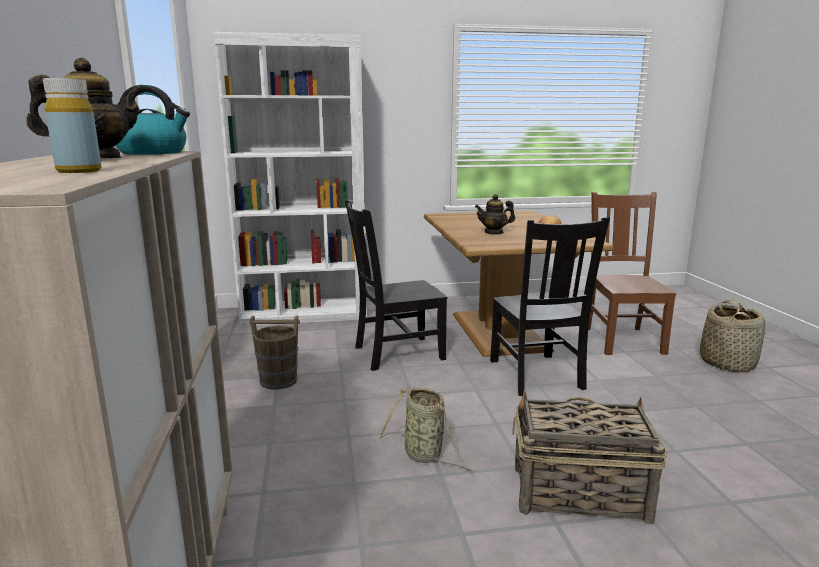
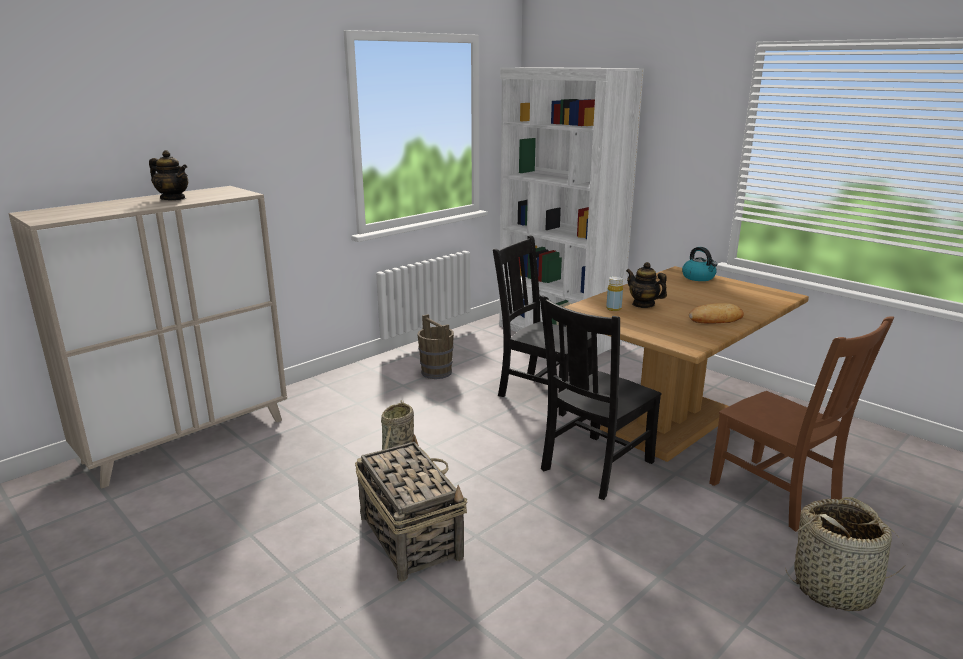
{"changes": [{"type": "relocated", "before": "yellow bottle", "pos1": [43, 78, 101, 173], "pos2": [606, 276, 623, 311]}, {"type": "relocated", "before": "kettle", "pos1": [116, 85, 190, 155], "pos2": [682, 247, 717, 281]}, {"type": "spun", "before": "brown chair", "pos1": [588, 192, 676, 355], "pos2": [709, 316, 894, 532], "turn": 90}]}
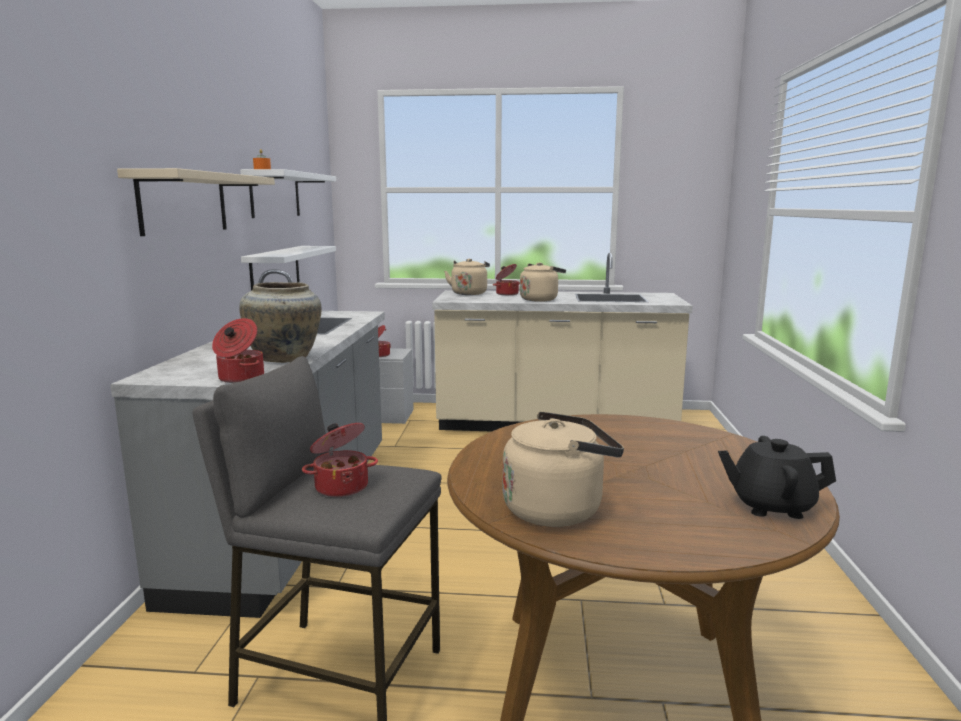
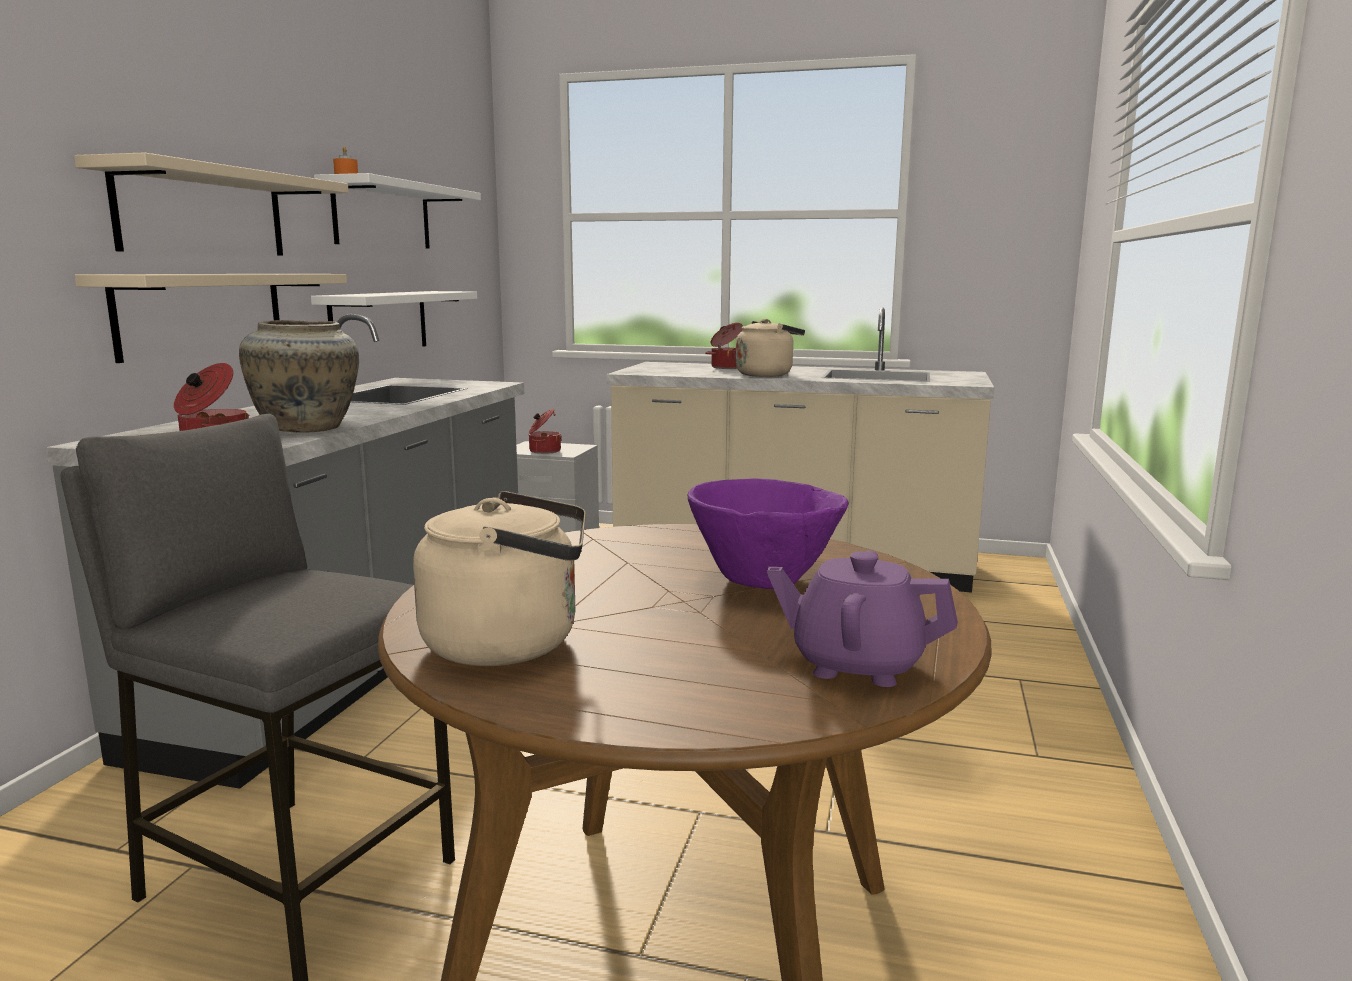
{"changes": [{"type": "appeared", "after": "beige shelf", "pos2": [75, 274, 347, 363]}, {"type": "appeared", "after": "purple bowl", "pos2": [688, 478, 849, 589]}, {"type": "colour", "before": "black teapot", "after": "purple teapot", "pos1": [718, 436, 836, 519], "pos2": [767, 551, 958, 687]}, {"type": "missing", "before": "cooking pot", "pos1": [302, 423, 378, 497]}, {"type": "missing", "before": "beige kettle", "pos1": [444, 259, 490, 295]}]}
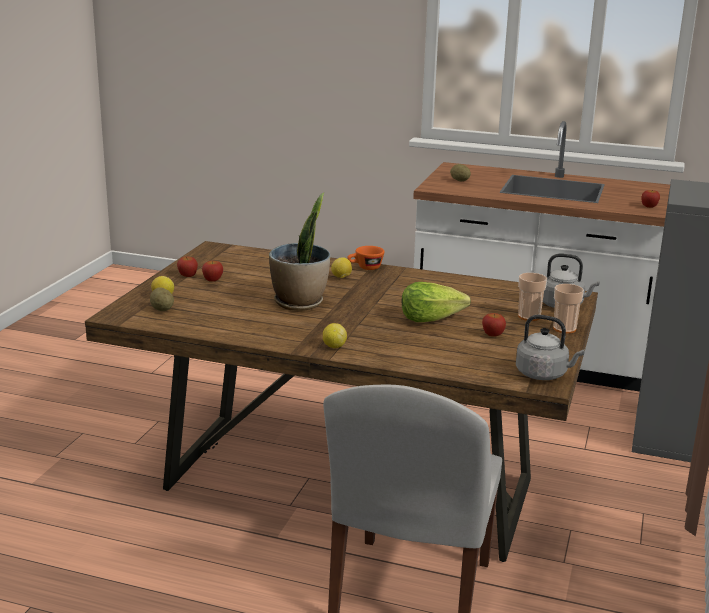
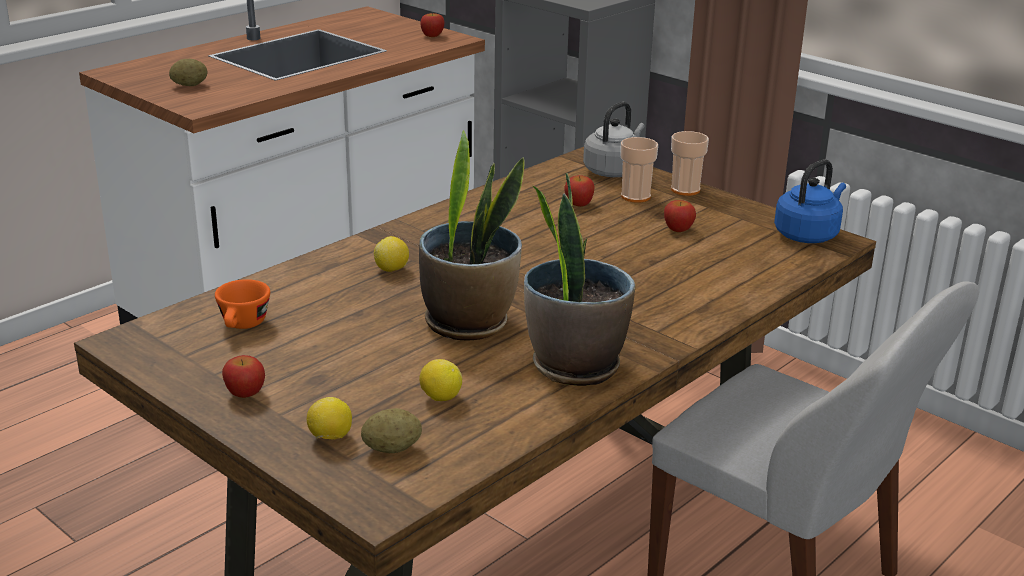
{"changes": [{"type": "relocated", "before": "orange cup", "pos1": [347, 246, 385, 270], "pos2": [215, 279, 270, 329]}, {"type": "relocated", "before": "lemon", "pos1": [323, 323, 347, 348], "pos2": [419, 359, 462, 401]}, {"type": "appeared", "after": "potted plant", "pos2": [524, 173, 635, 386]}, {"type": "relocated", "before": "apple", "pos1": [202, 261, 223, 282], "pos2": [564, 175, 595, 207]}, {"type": "colour", "before": "grey kettle", "after": "blue kettle", "pos1": [516, 315, 585, 380], "pos2": [774, 159, 846, 243]}, {"type": "missing", "before": "lettuce", "pos1": [402, 282, 471, 322]}]}
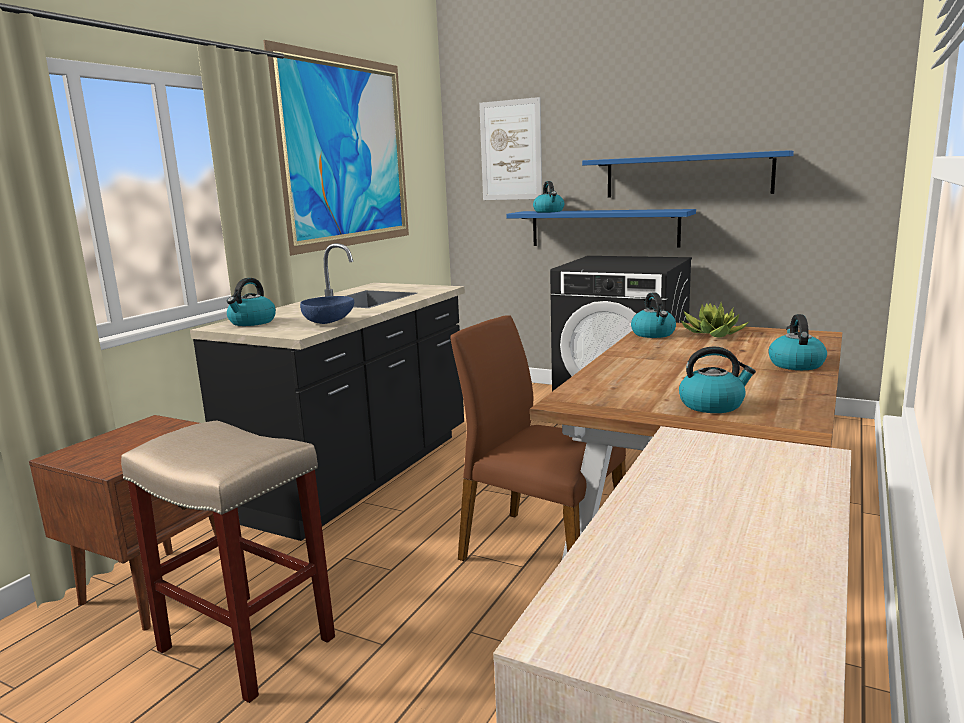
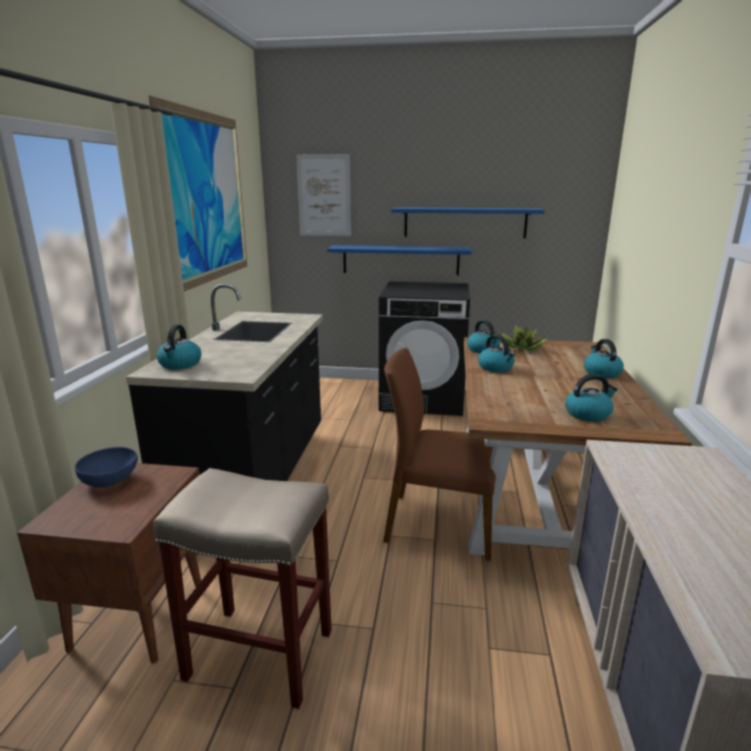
{"changes": [{"type": "relocated", "before": "blue bowl", "pos1": [300, 296, 354, 324], "pos2": [75, 447, 138, 488]}, {"type": "relocated", "before": "kettle", "pos1": [533, 181, 564, 213], "pos2": [478, 335, 515, 372]}]}
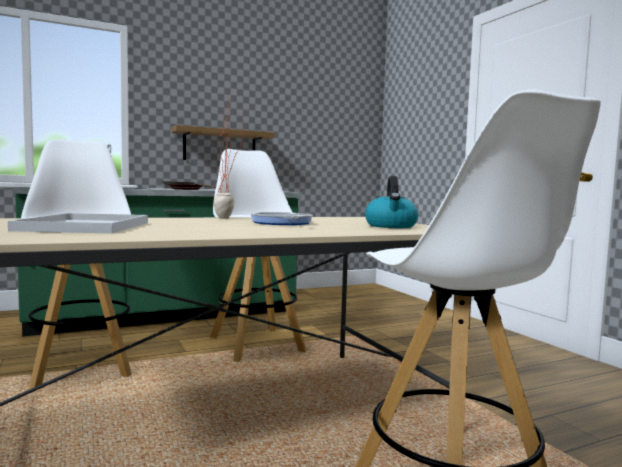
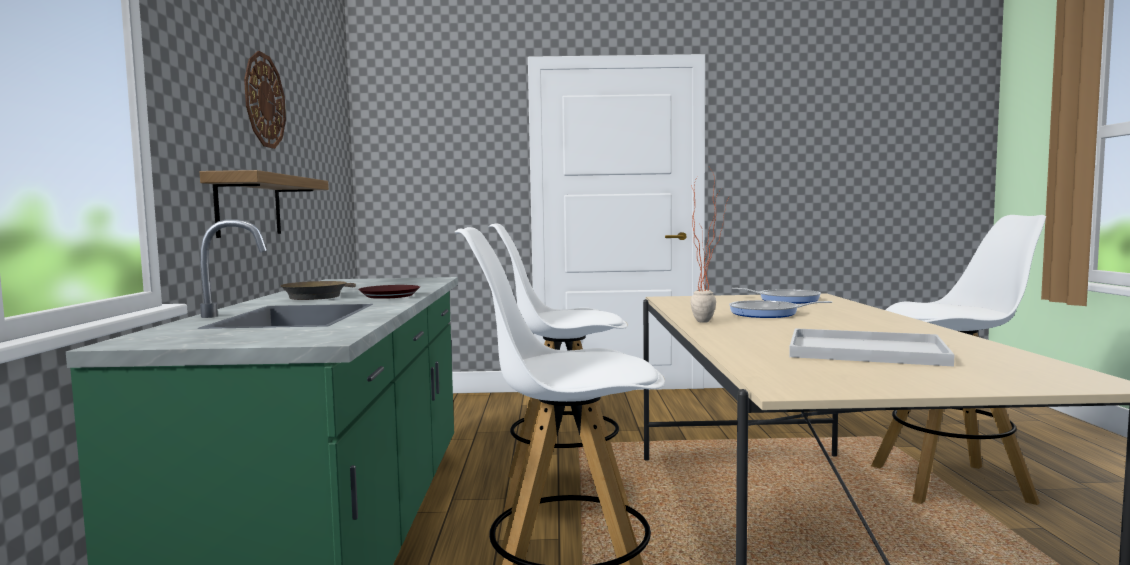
{"changes": [{"type": "appeared", "after": "wall clock", "pos2": [244, 51, 286, 149]}, {"type": "exchanged", "before": "kettle", "after": "frying pan", "pos1": [365, 176, 418, 228], "pos2": [732, 288, 821, 304]}]}
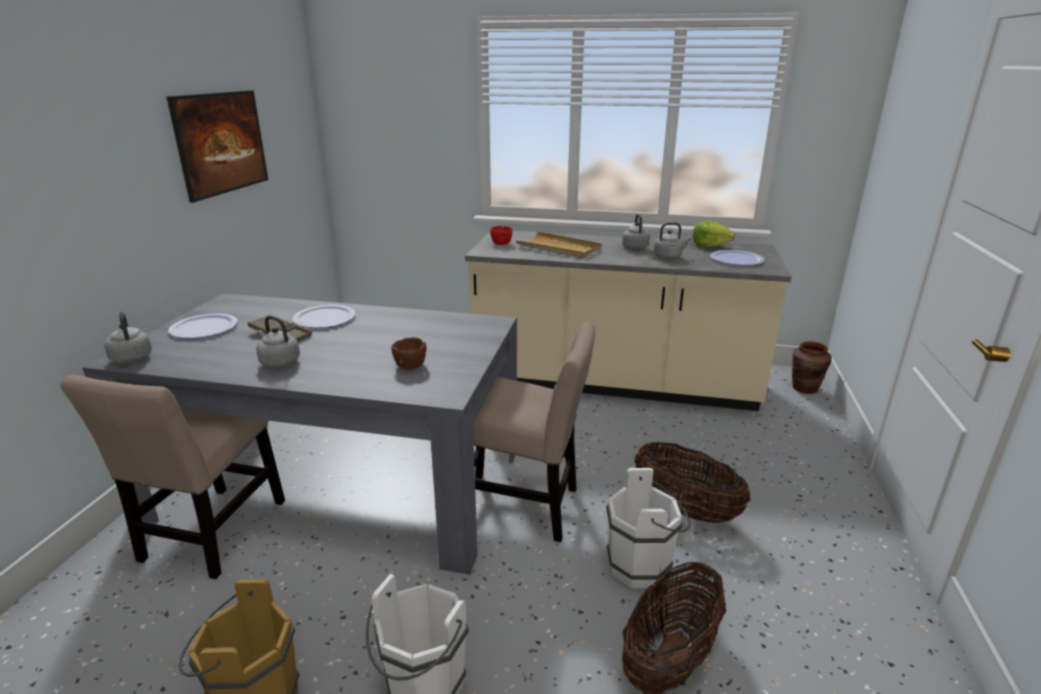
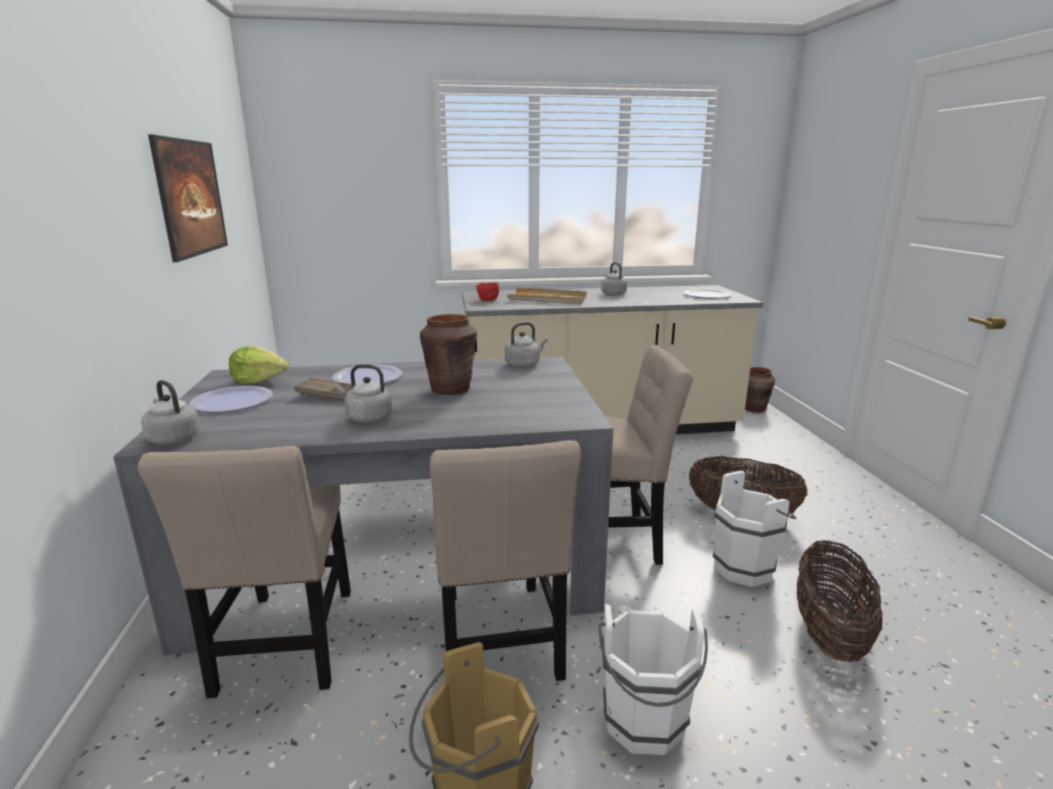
{"changes": [{"type": "relocated", "before": "lettuce", "pos1": [693, 221, 735, 247], "pos2": [229, 346, 289, 384]}, {"type": "appeared", "after": "brown vase", "pos2": [420, 314, 477, 395]}, {"type": "appeared", "after": "beige chair", "pos2": [430, 440, 581, 681]}, {"type": "relocated", "before": "grey kettle", "pos1": [653, 222, 691, 259], "pos2": [505, 322, 547, 367]}, {"type": "missing", "before": "brown bowl", "pos1": [391, 337, 427, 369]}]}
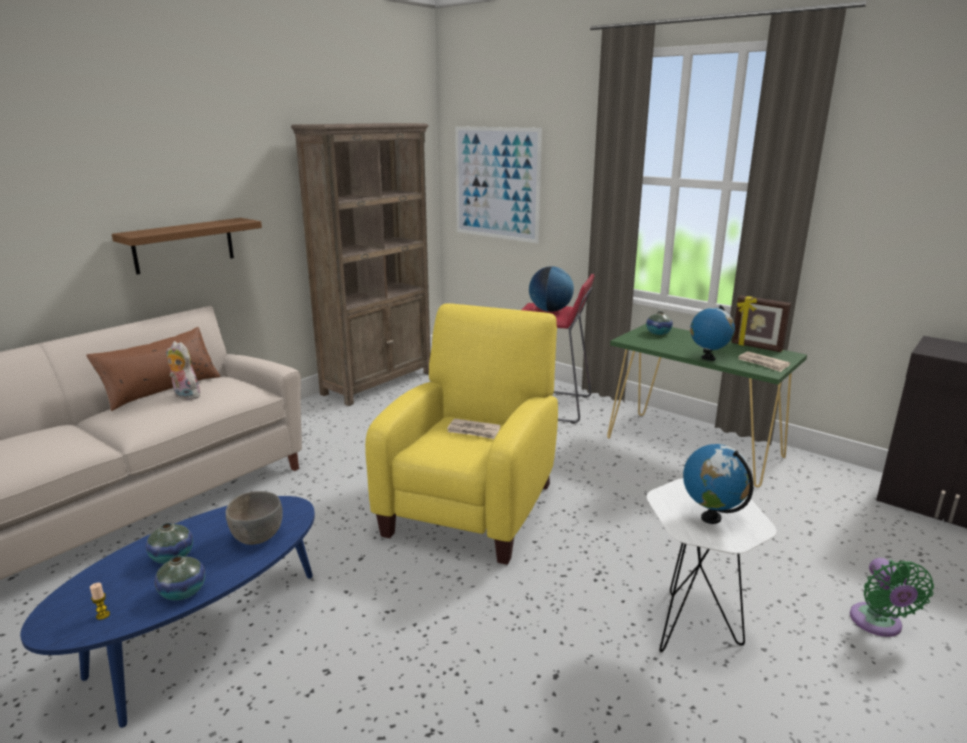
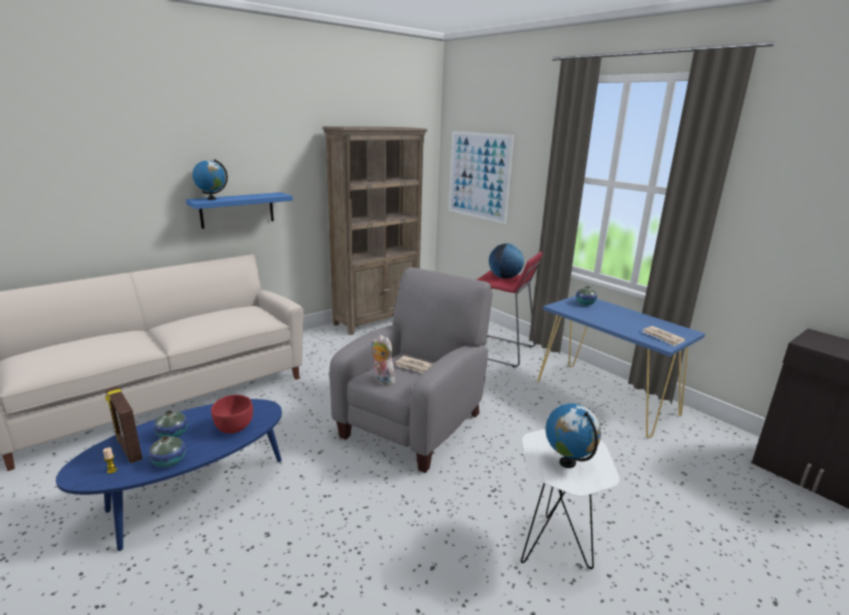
{"changes": [{"type": "relocated", "before": "picture frame", "pos1": [732, 295, 791, 352], "pos2": [105, 386, 143, 463]}, {"type": "colour", "before": "brown shelf", "after": "blue shelf", "pos1": [112, 218, 262, 274], "pos2": [186, 192, 293, 229]}, {"type": "relocated", "before": "globe", "pos1": [690, 305, 735, 361], "pos2": [192, 159, 228, 200]}, {"type": "colour", "before": "grey bowl", "after": "red bowl", "pos1": [226, 491, 283, 545], "pos2": [211, 395, 253, 434]}, {"type": "colour", "before": "yellow armchair", "after": "grey armchair", "pos1": [365, 303, 558, 565], "pos2": [329, 267, 493, 473]}, {"type": "relocated", "before": "plush toy", "pos1": [167, 341, 201, 400], "pos2": [372, 335, 395, 385]}, {"type": "colour", "before": "green console table", "after": "blue console table", "pos1": [607, 324, 807, 487], "pos2": [537, 296, 705, 438]}, {"type": "missing", "before": "brown pillow", "pos1": [86, 327, 221, 411]}, {"type": "missing", "before": "green fan", "pos1": [850, 558, 934, 637]}]}
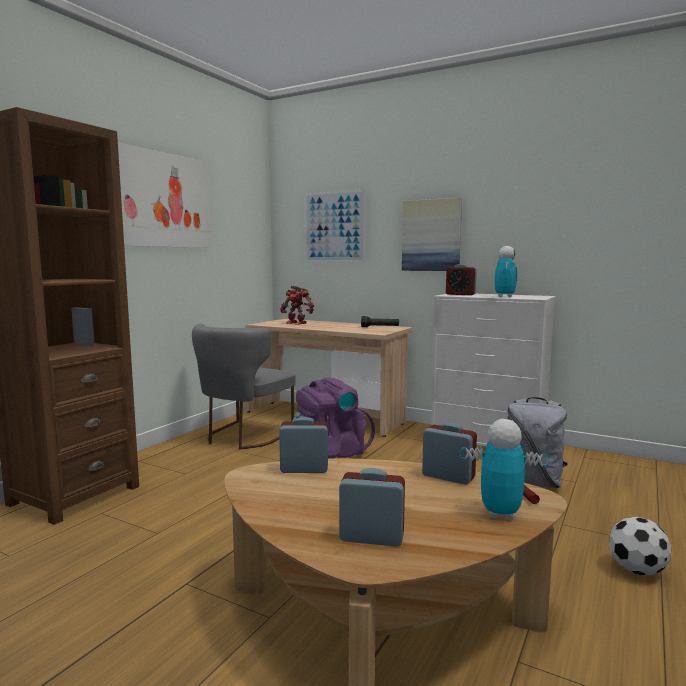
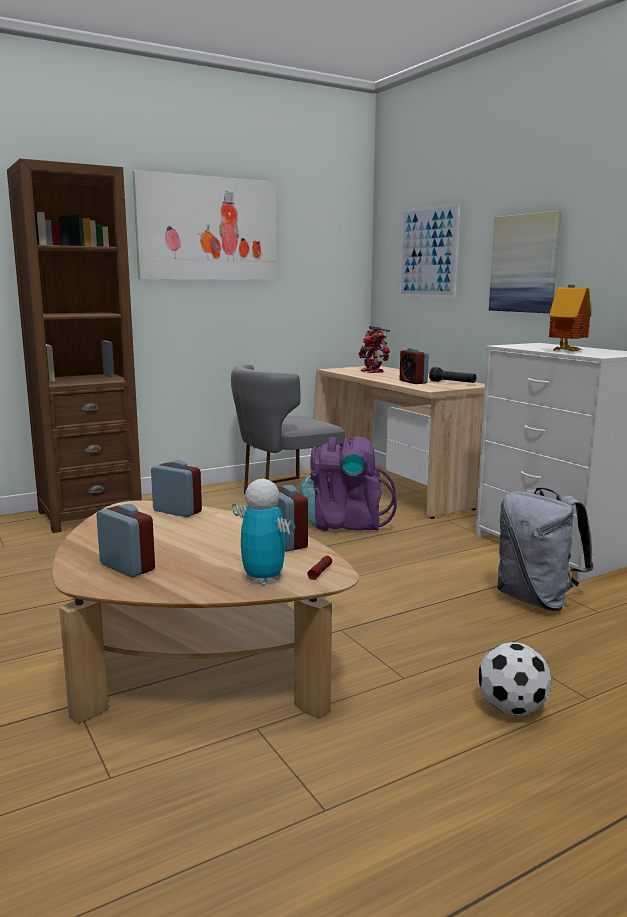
{"changes": [{"type": "relocated", "before": "alarm clock", "pos1": [446, 264, 477, 295], "pos2": [400, 348, 429, 384]}, {"type": "exchanged", "before": "toy robot", "after": "toy house", "pos1": [495, 246, 517, 298], "pos2": [549, 285, 591, 351]}]}
